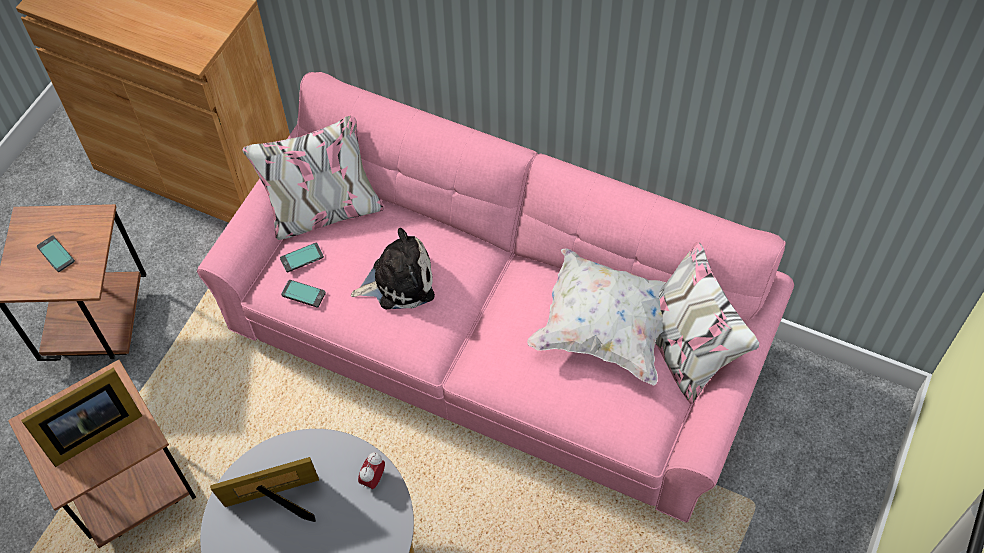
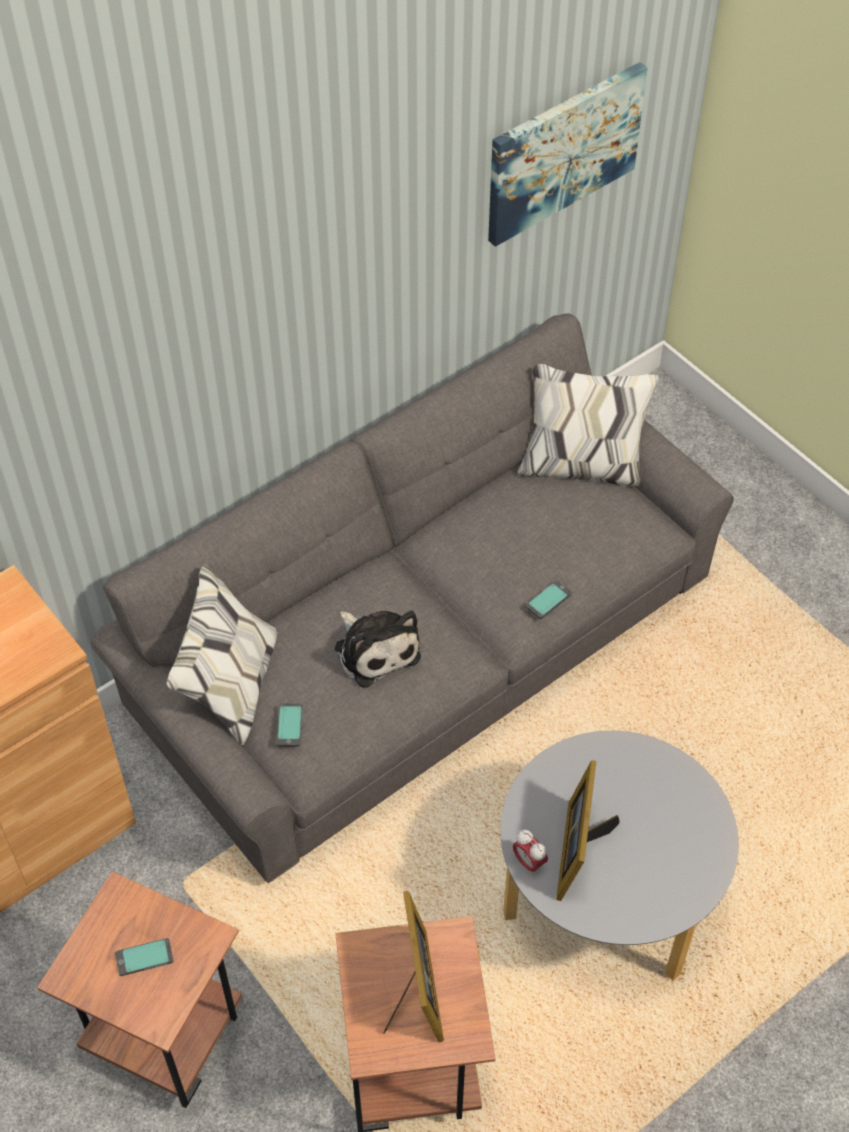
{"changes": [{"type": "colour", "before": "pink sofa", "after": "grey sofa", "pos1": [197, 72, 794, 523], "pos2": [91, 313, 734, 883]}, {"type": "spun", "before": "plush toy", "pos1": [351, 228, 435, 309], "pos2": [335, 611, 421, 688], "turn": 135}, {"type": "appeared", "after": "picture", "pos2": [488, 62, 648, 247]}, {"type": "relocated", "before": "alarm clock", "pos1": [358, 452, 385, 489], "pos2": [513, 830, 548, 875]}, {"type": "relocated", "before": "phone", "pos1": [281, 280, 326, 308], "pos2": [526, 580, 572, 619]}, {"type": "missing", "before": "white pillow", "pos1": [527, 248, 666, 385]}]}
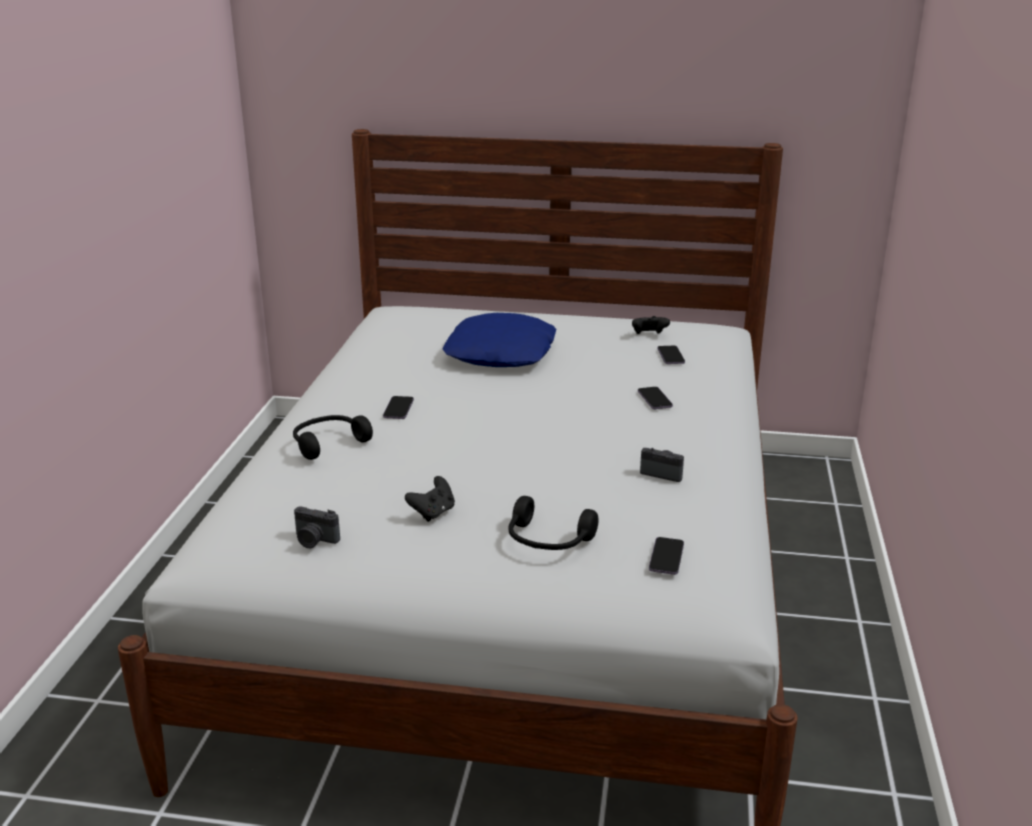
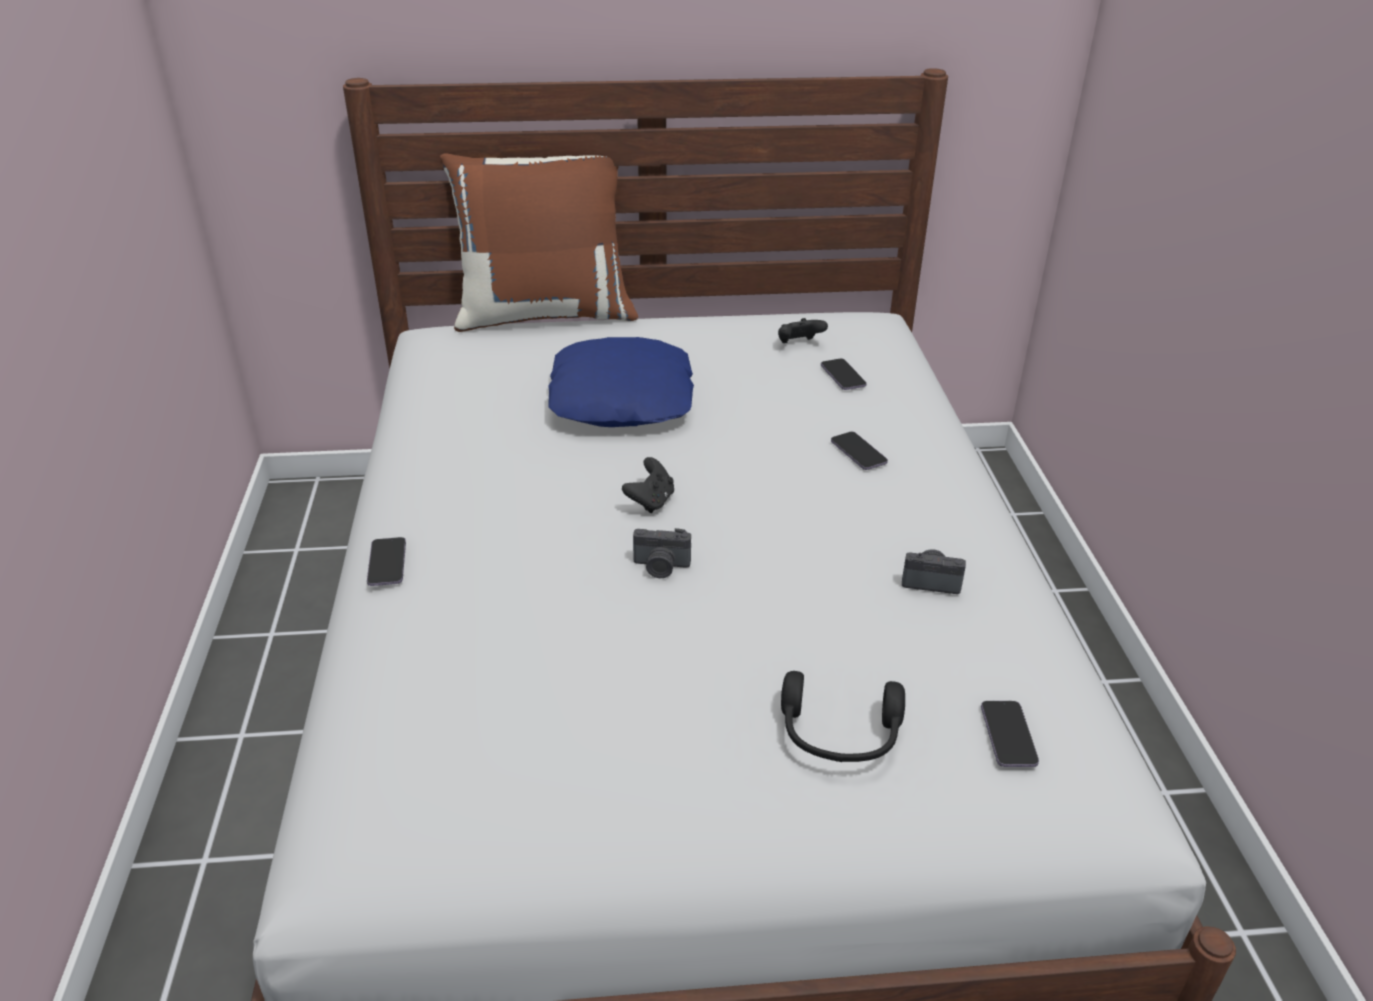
{"changes": [{"type": "relocated", "before": "phone", "pos1": [383, 396, 414, 419], "pos2": [367, 537, 406, 586]}, {"type": "appeared", "after": "brown pillow", "pos2": [440, 153, 638, 332]}, {"type": "relocated", "before": "black game controller", "pos1": [405, 476, 455, 522], "pos2": [622, 457, 674, 513]}, {"type": "relocated", "before": "photo camera", "pos1": [294, 506, 340, 548], "pos2": [633, 528, 691, 578]}, {"type": "missing", "before": "black headphones", "pos1": [293, 415, 373, 460]}]}
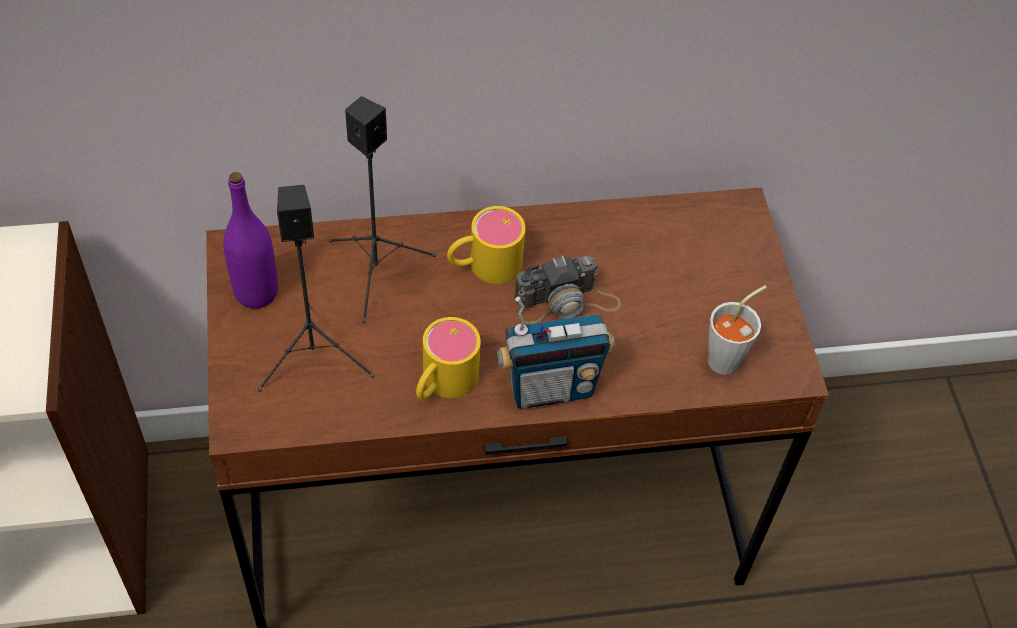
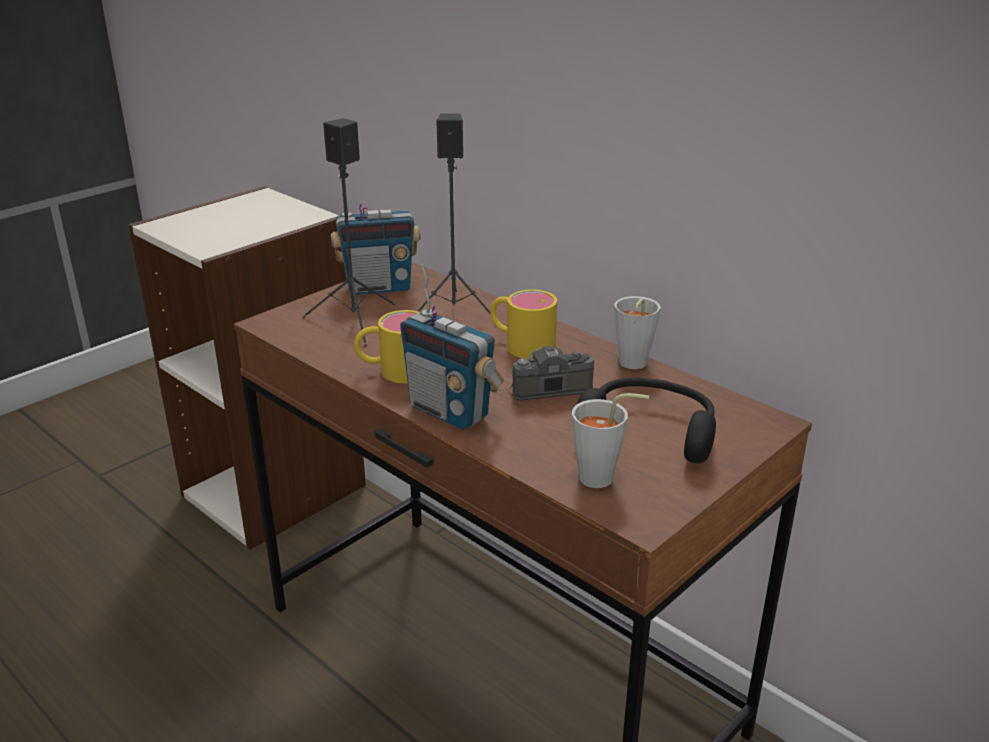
{"changes": [{"type": "exchanged", "before": "purple bottle", "after": "radio", "pos1": [224, 172, 278, 309], "pos2": [331, 175, 421, 295]}, {"type": "spun", "before": "photo camera", "pos1": [514, 256, 621, 324], "pos2": [498, 346, 594, 401], "turn": 135}, {"type": "appeared", "after": "black headphones", "pos2": [577, 378, 716, 463]}, {"type": "appeared", "after": "grey cup", "pos2": [614, 296, 661, 369]}]}
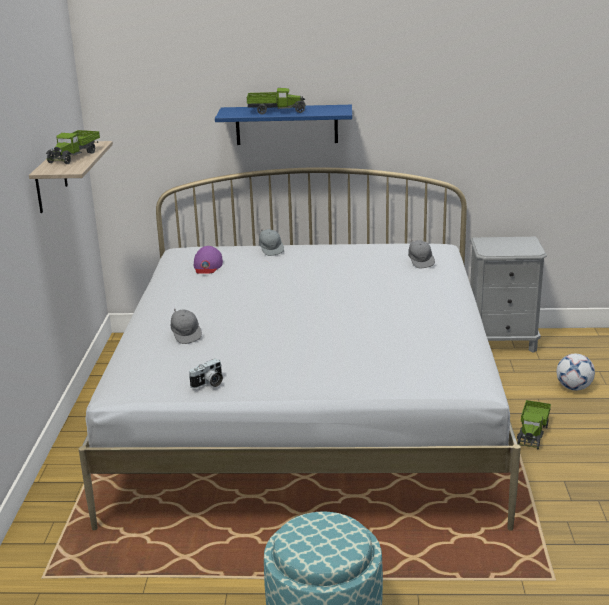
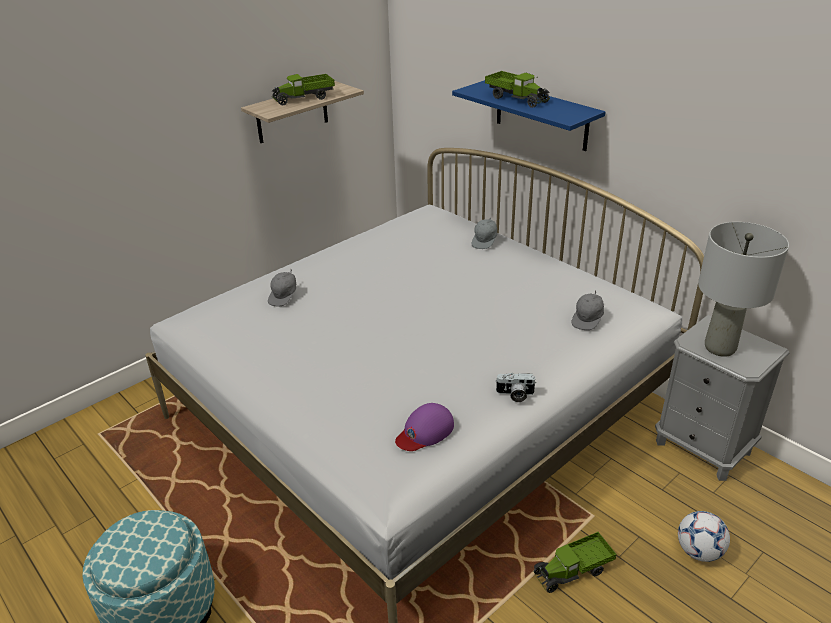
{"changes": [{"type": "relocated", "before": "purple cap", "pos1": [194, 246, 223, 274], "pos2": [395, 403, 454, 451]}, {"type": "relocated", "before": "photo camera", "pos1": [189, 358, 223, 388], "pos2": [495, 373, 535, 402]}, {"type": "appeared", "after": "grey table lamp", "pos2": [698, 222, 789, 357]}]}
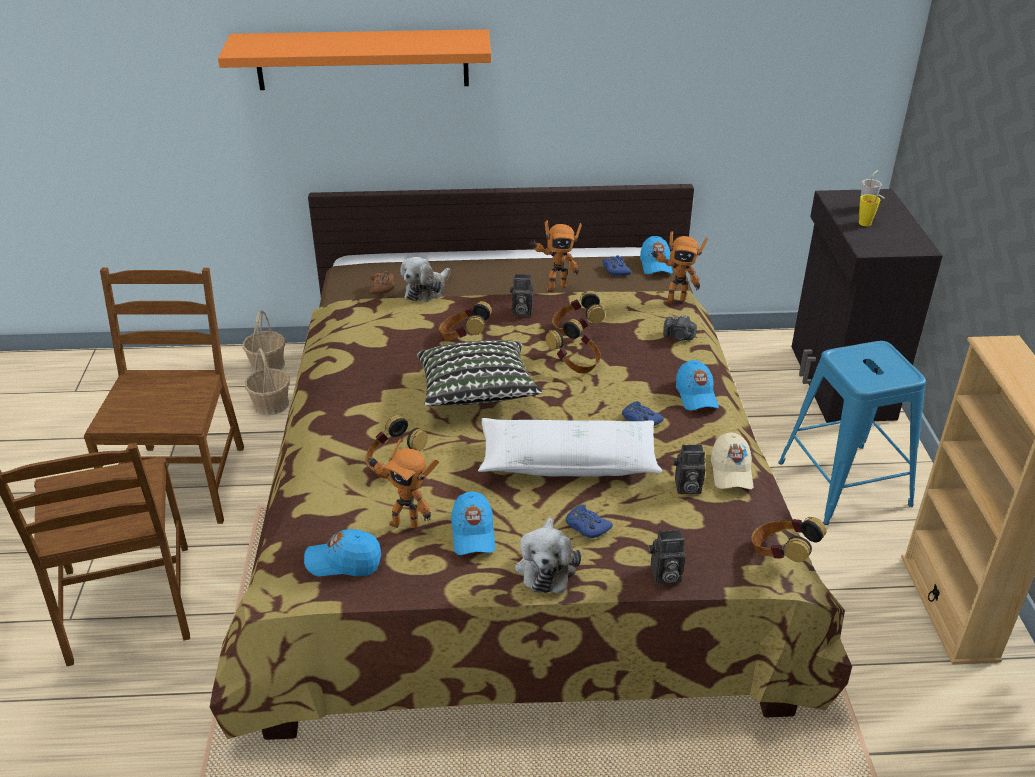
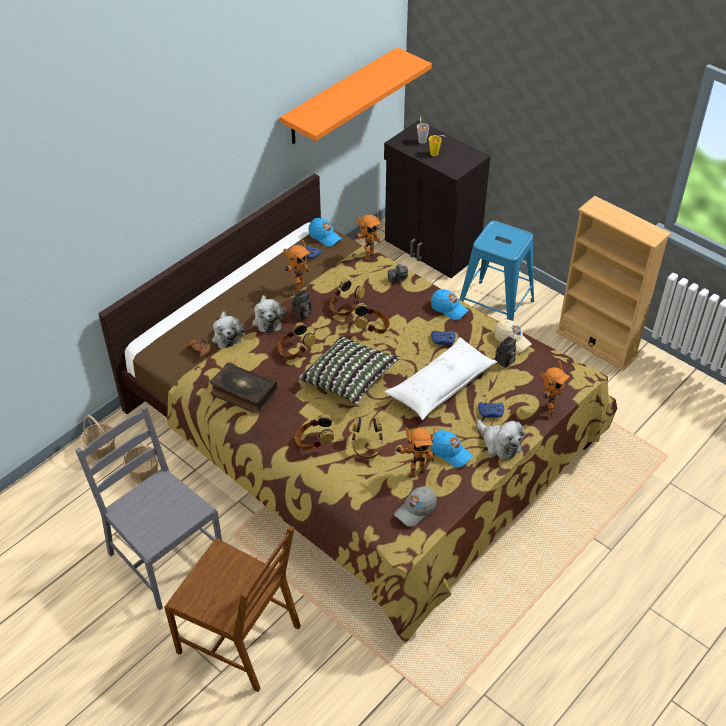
{"changes": [{"type": "colour", "before": "brown chair", "after": "grey chair", "pos1": [84, 268, 244, 524], "pos2": [75, 405, 222, 610]}, {"type": "appeared", "after": "book", "pos2": [210, 362, 277, 414]}, {"type": "appeared", "after": "plush toy", "pos2": [252, 295, 286, 333]}, {"type": "relocated", "before": "orange shelf", "pos1": [218, 29, 491, 90], "pos2": [280, 47, 432, 144]}, {"type": "relocated", "before": "headphones", "pos1": [751, 517, 827, 562], "pos2": [295, 414, 334, 450]}, {"type": "colour", "before": "blue cap", "after": "grey cap", "pos1": [304, 529, 381, 576], "pos2": [394, 486, 437, 527]}, {"type": "exchanged", "before": "photo camera", "after": "toy robot", "pos1": [649, 530, 685, 584], "pos2": [540, 361, 571, 418]}]}
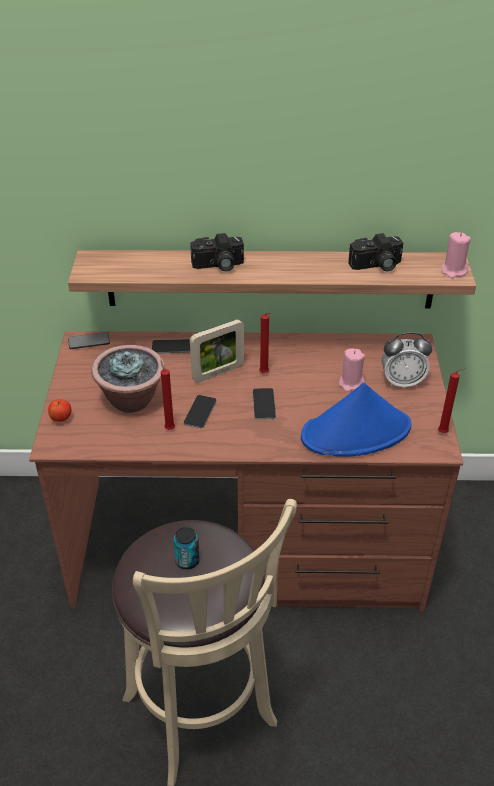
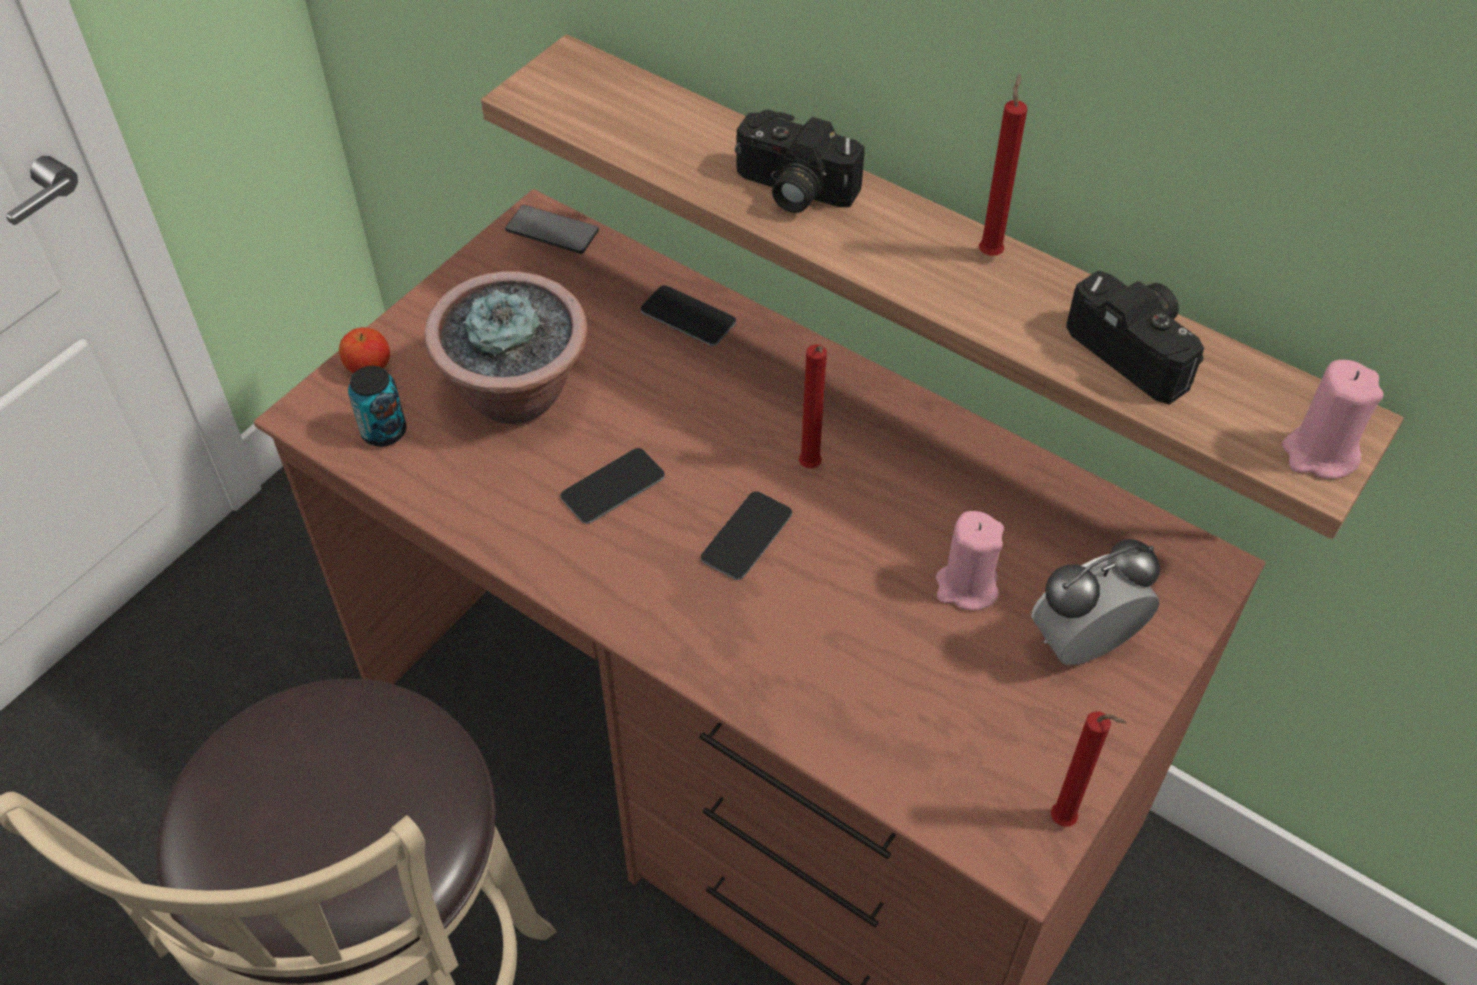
{"changes": [{"type": "relocated", "before": "can", "pos1": [173, 527, 200, 570], "pos2": [348, 366, 406, 447]}, {"type": "relocated", "before": "red candle", "pos1": [161, 360, 175, 430], "pos2": [979, 74, 1027, 256]}, {"type": "spun", "before": "alarm clock", "pos1": [382, 332, 432, 387], "pos2": [1031, 539, 1160, 665], "turn": 120}, {"type": "spun", "before": "photo camera", "pos1": [348, 233, 403, 271], "pos2": [1066, 270, 1204, 405], "turn": -150}, {"type": "missing", "before": "picture frame", "pos1": [190, 319, 244, 383]}, {"type": "missing", "before": "blue hat", "pos1": [301, 383, 411, 457]}]}
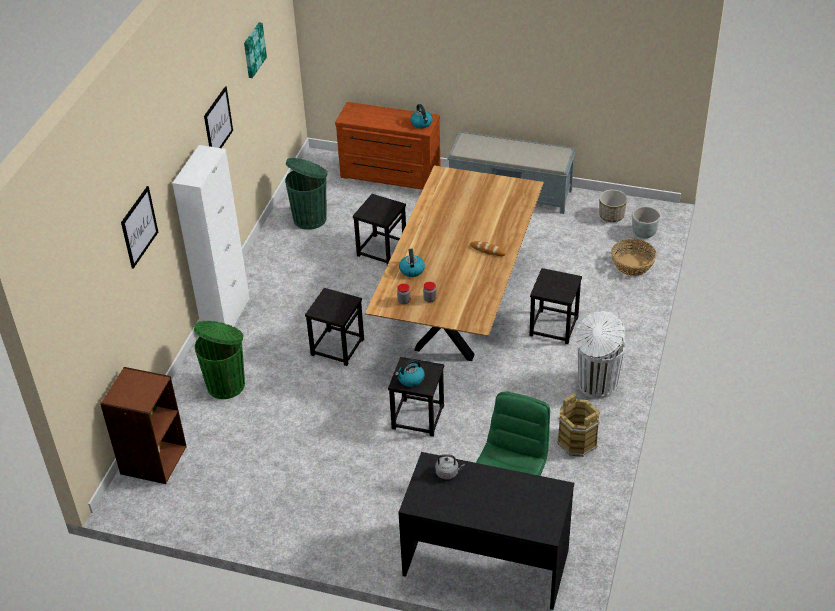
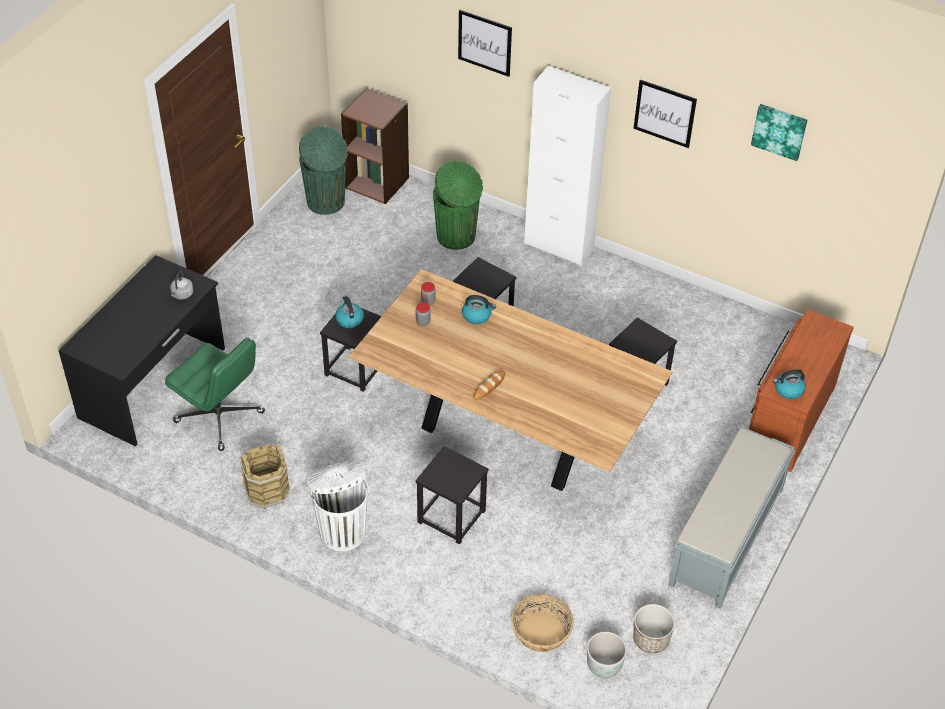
{"changes": [{"type": "relocated", "before": "green trash can", "pos1": [285, 158, 328, 230], "pos2": [299, 126, 348, 215]}]}
